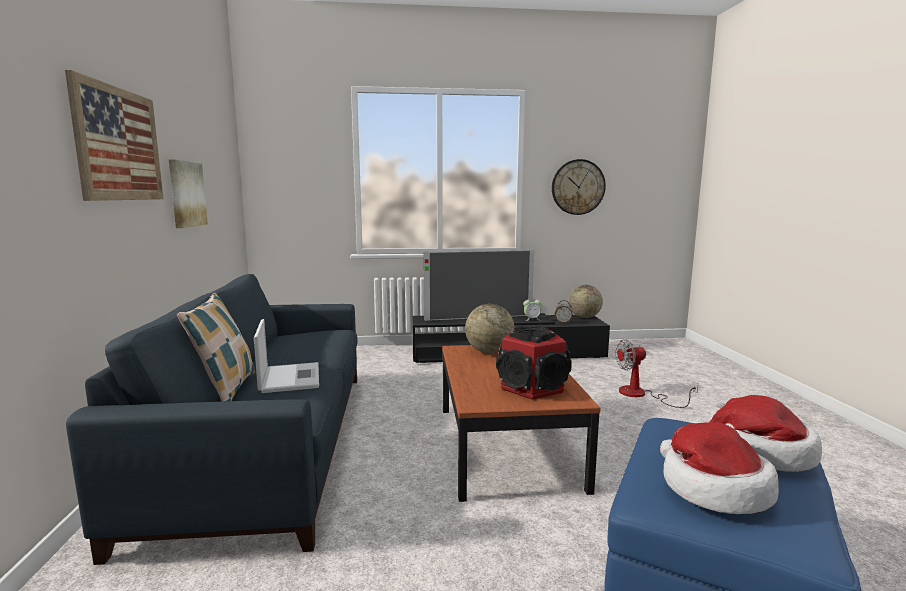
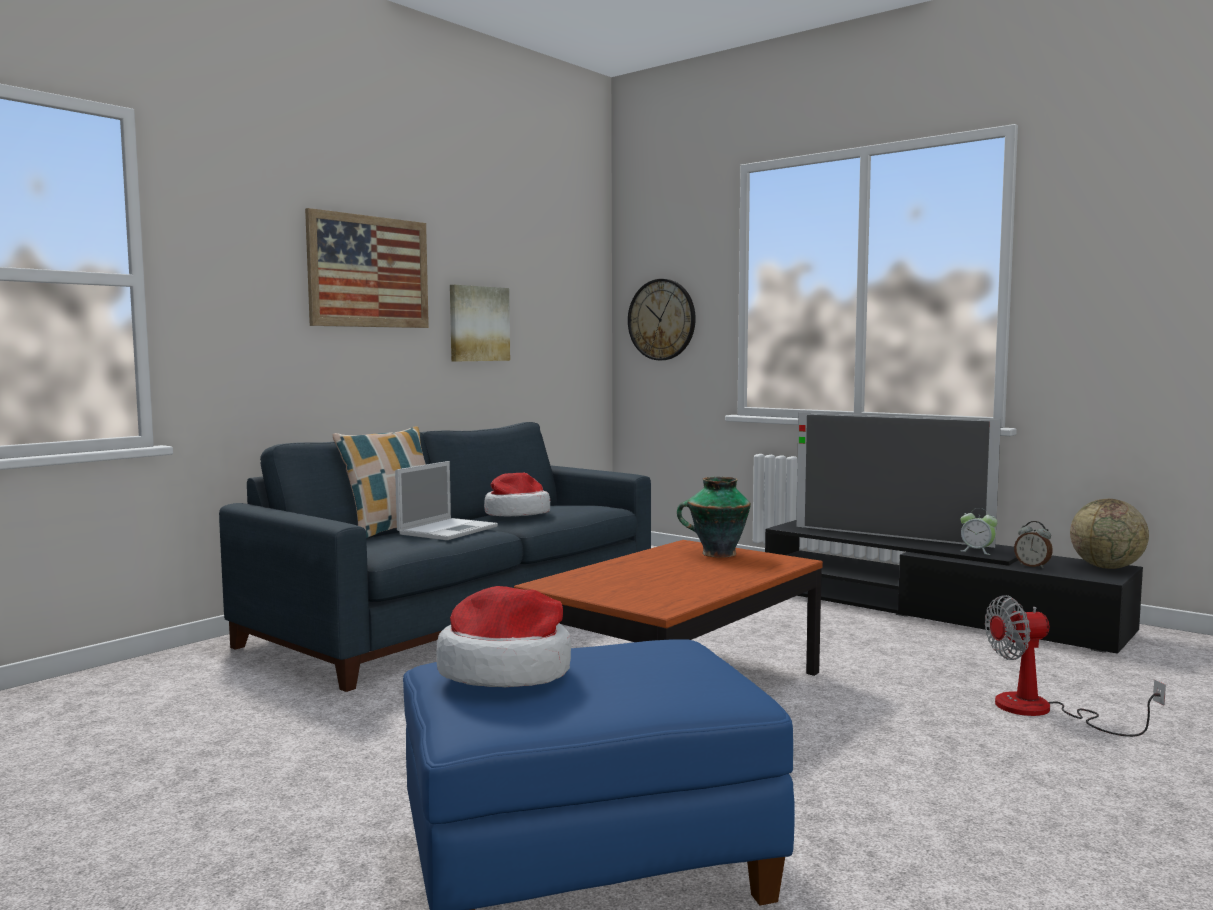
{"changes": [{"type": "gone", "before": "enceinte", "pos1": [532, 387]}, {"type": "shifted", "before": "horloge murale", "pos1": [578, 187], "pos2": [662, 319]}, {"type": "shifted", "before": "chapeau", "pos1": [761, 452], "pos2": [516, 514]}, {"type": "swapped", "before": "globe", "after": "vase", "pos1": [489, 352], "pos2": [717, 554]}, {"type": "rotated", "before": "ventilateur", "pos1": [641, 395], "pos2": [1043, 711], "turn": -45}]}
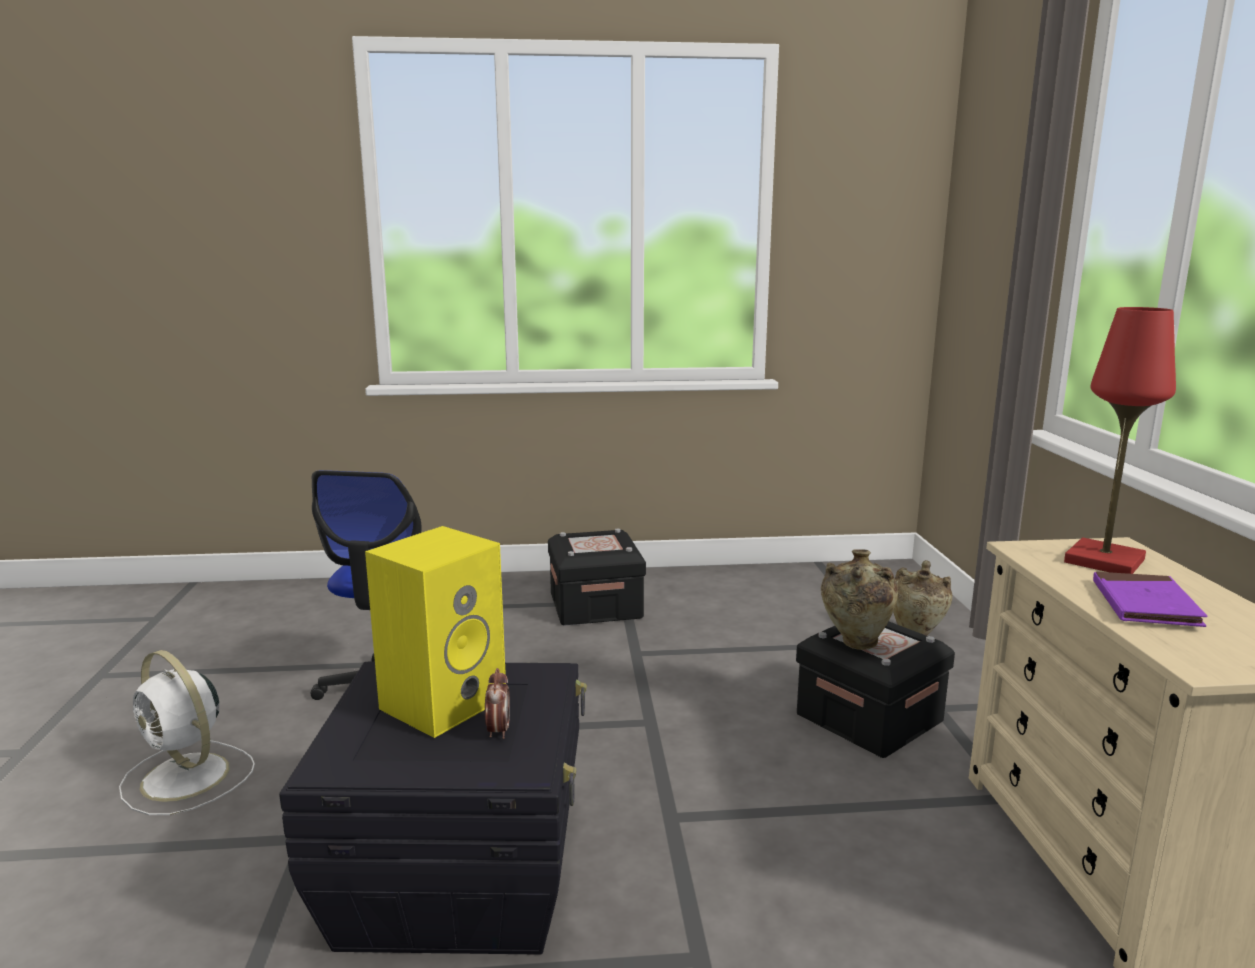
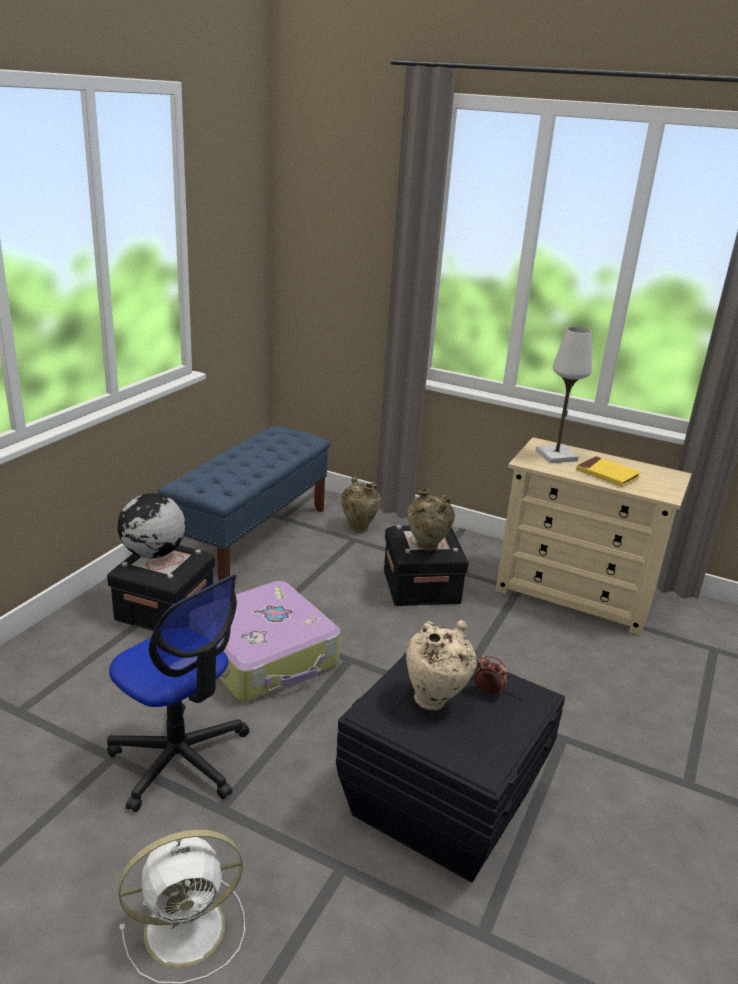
{"changes": [{"type": "new", "after": "globe", "pos2": [153, 553]}, {"type": "new", "after": "banc [bleu]", "pos2": [251, 536]}, {"type": "new", "after": "valise", "pos2": [266, 655]}, {"type": "swapped", "before": "enceinte [jaune]", "after": "vase [beige]", "pos1": [444, 701], "pos2": [435, 701]}, {"type": "repainted", "before": "lampe de table [rouge]", "after": "lampe de table [blanc]", "pos1": [1104, 561], "pos2": [556, 456]}, {"type": "repainted", "before": "livre [violet]", "after": "livre [jaune]", "pos1": [1145, 605], "pos2": [607, 474]}]}
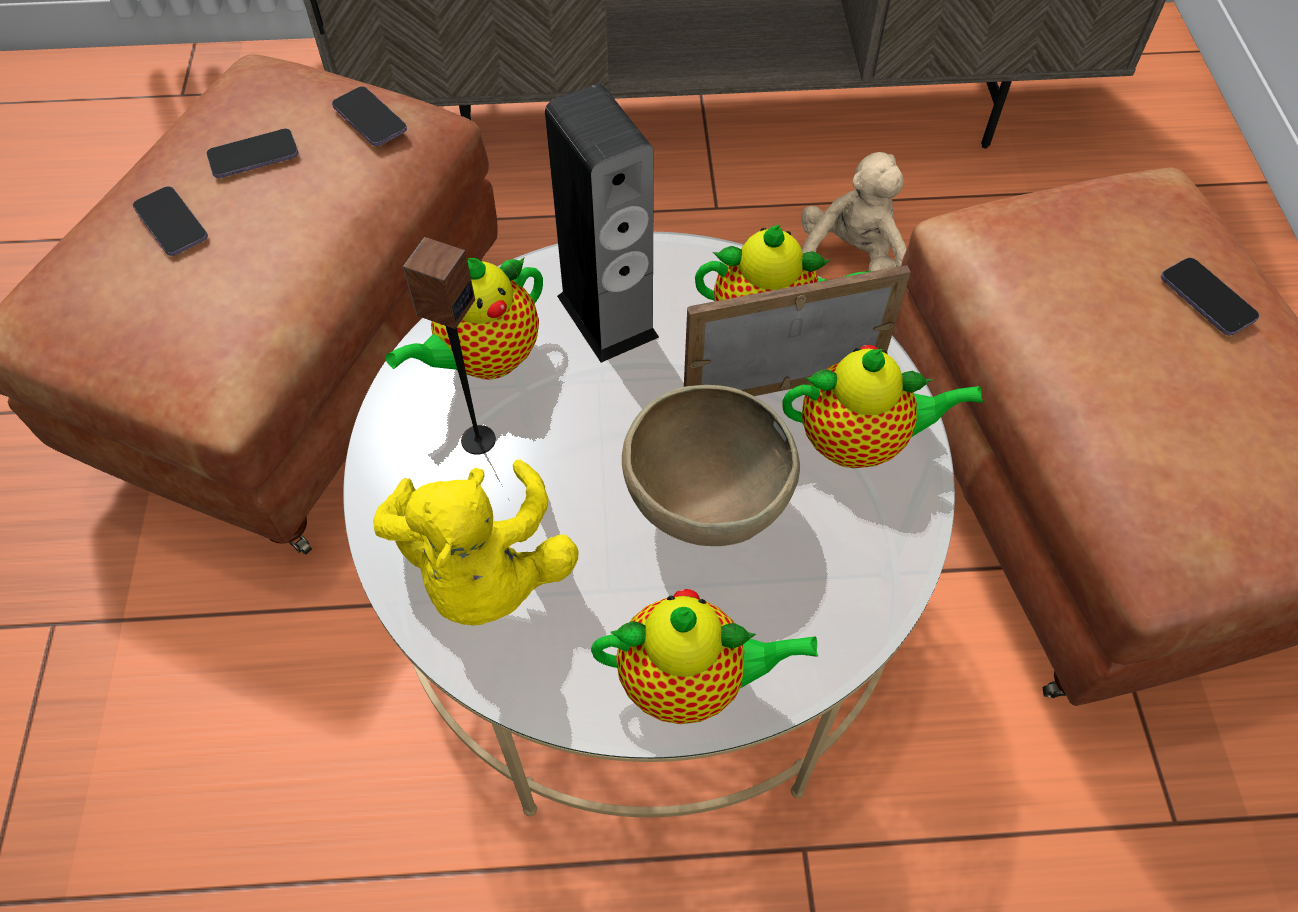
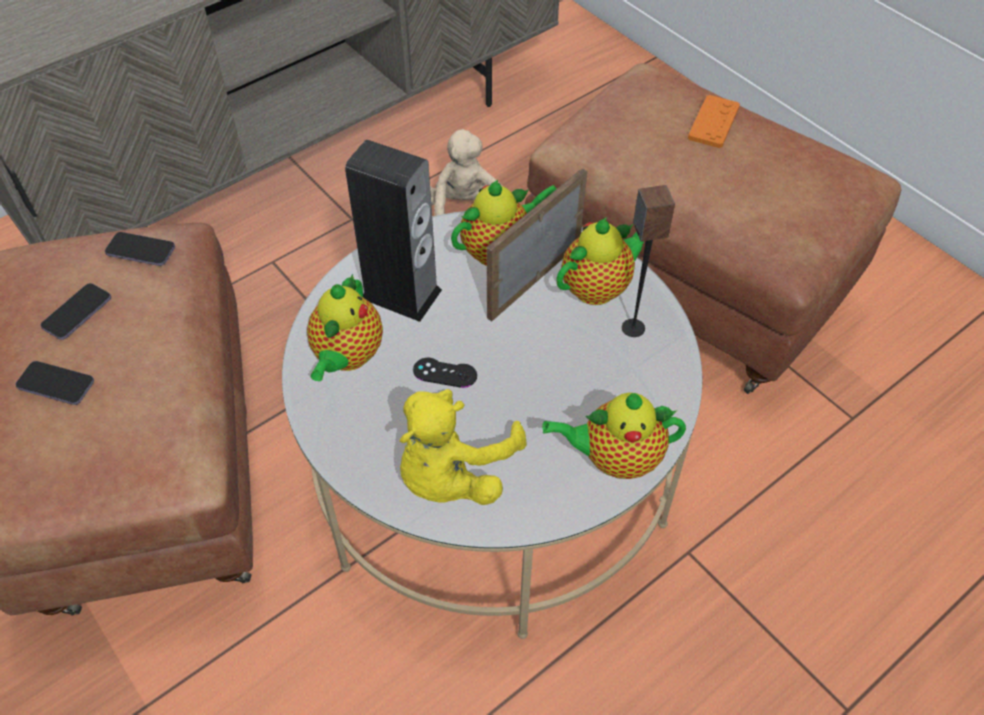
{"changes": [{"type": "gone", "before": "bol [marron]", "pos1": [705, 506]}, {"type": "new", "after": "manette [noir]", "pos2": [445, 373]}, {"type": "shifted", "before": "enceinte", "pos1": [477, 439], "pos2": [632, 328]}, {"type": "swapped", "before": "téléphone", "after": "manette [orange]", "pos1": [1207, 299], "pos2": [713, 122]}, {"type": "rotated", "before": "peluche [jaune]", "pos1": [483, 572], "pos2": [452, 472], "turn": 75}, {"type": "rotated", "before": "théière", "pos1": [690, 681], "pos2": [615, 458], "turn": -150}]}
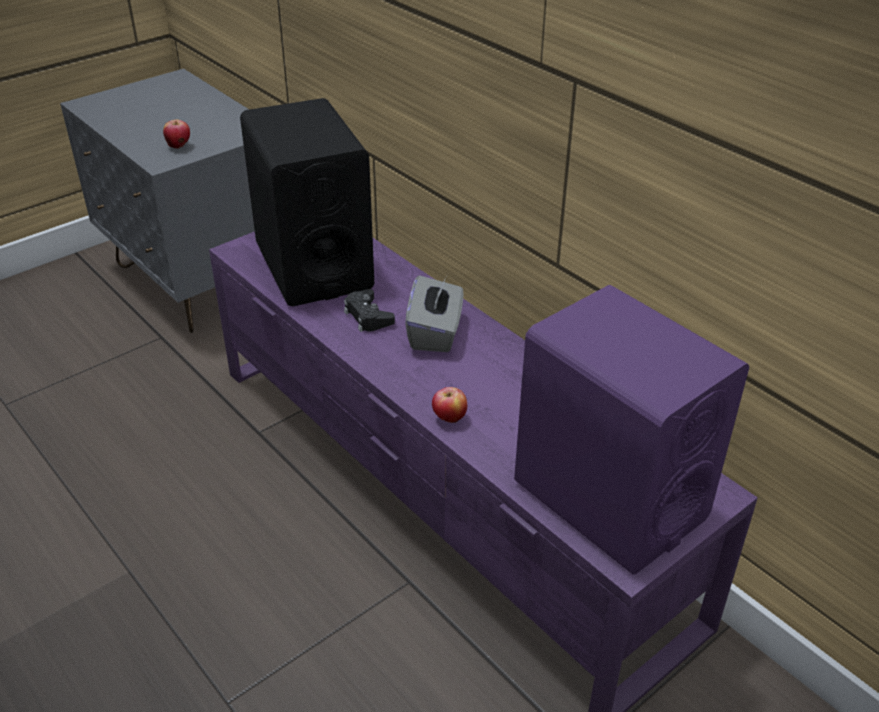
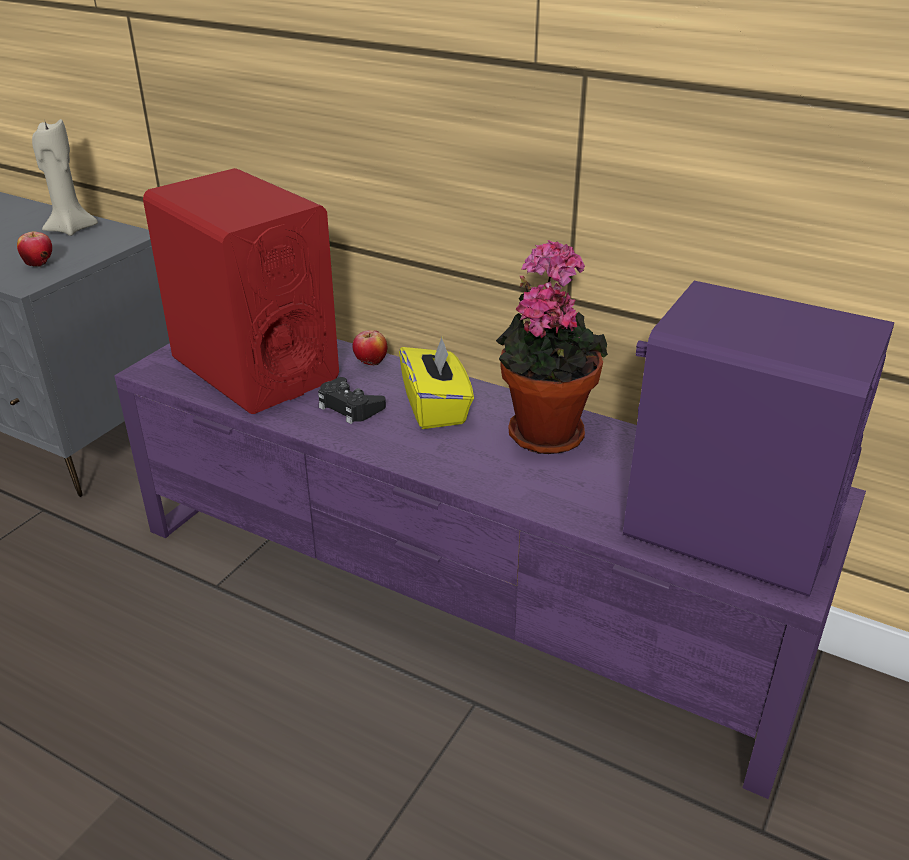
{"changes": [{"type": "new", "after": "bougie [beige]", "pos2": [71, 229]}, {"type": "new", "after": "plante en pot", "pos2": [543, 430]}, {"type": "shifted", "before": "pomme", "pos1": [449, 419], "pos2": [371, 363]}, {"type": "repainted", "before": "enceinte [noir]", "after": "enceinte [rouge]", "pos1": [313, 266], "pos2": [254, 369]}, {"type": "repainted", "before": "boîte à mouchoirs [gris]", "after": "boîte à mouchoirs [jaune]", "pos1": [435, 333], "pos2": [436, 408]}]}
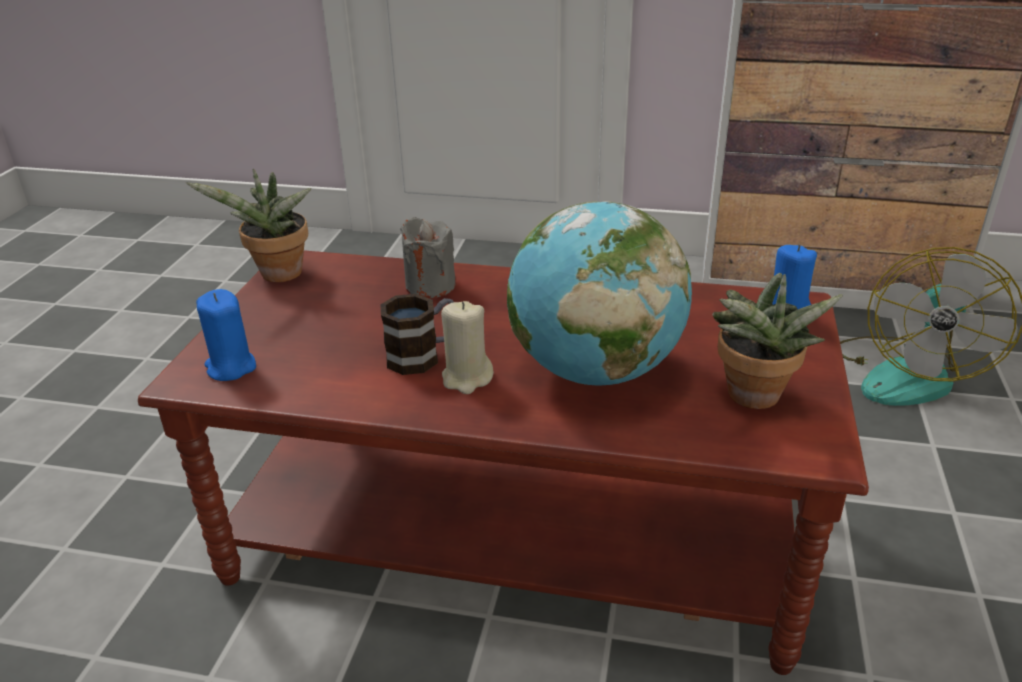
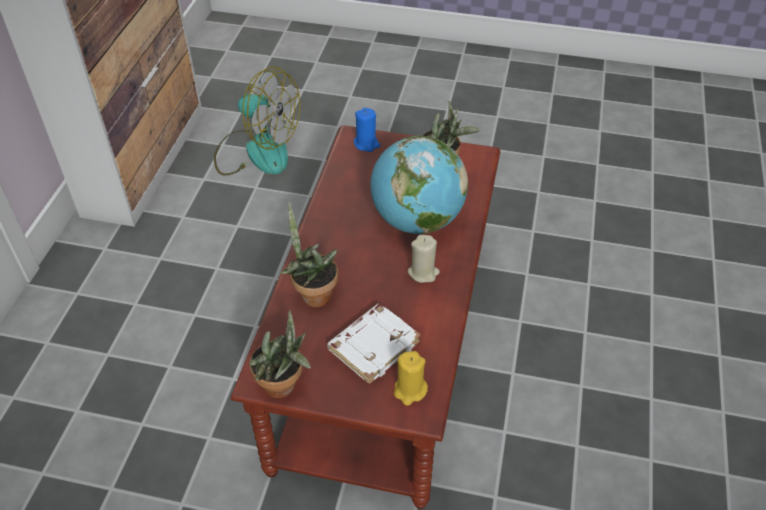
{"changes": [{"type": "gone", "before": "mug", "pos1": [423, 356]}, {"type": "new", "after": "livre [blanc]", "pos2": [373, 345]}, {"type": "swapped", "before": "bougie [gris]", "after": "plante en pot", "pos1": [430, 286], "pos2": [312, 294]}, {"type": "repainted", "before": "bougie [bleu]", "after": "bougie [jaune]", "pos1": [231, 367], "pos2": [410, 390]}]}
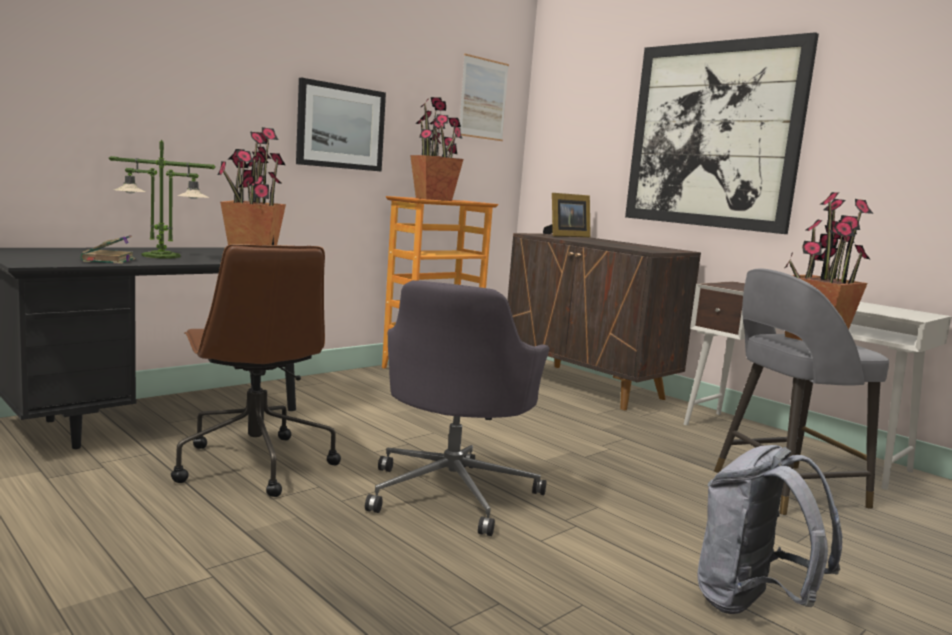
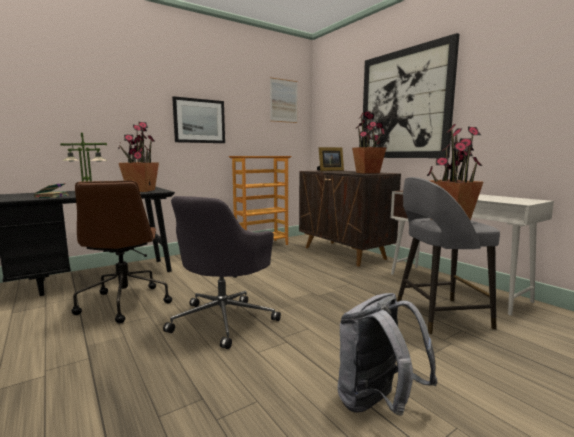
{"changes": [{"type": "shifted", "before": "plante en pot", "pos1": [434, 199], "pos2": [368, 173]}]}
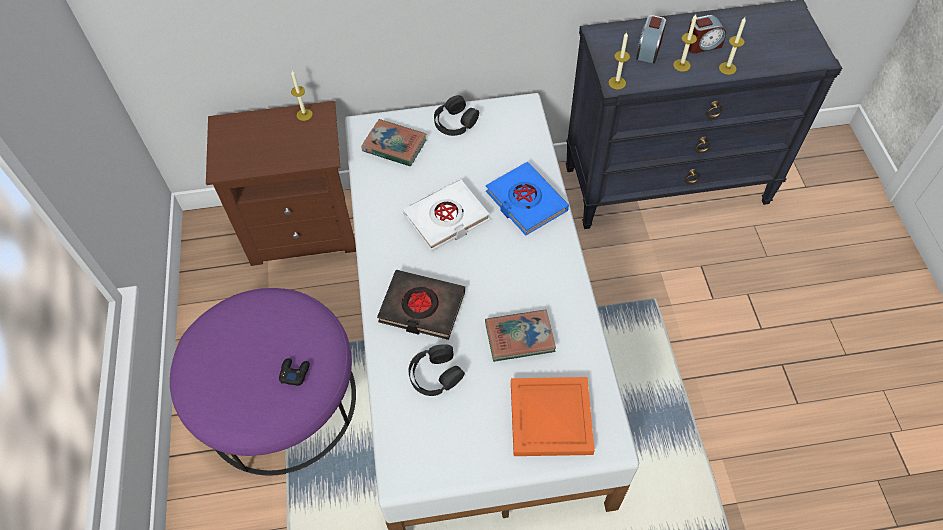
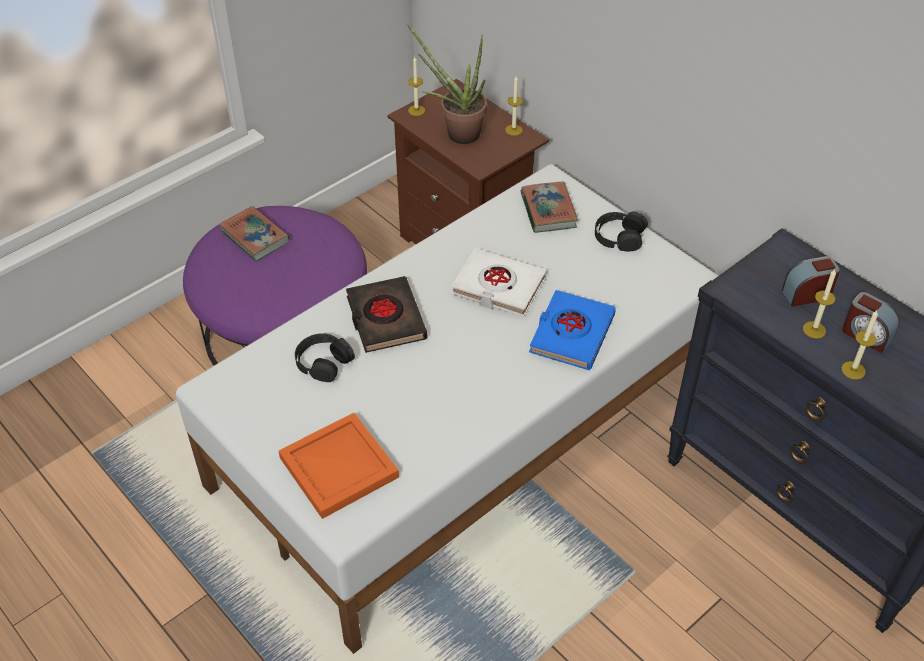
{"changes": [{"type": "gone", "before": "manette [noir]", "pos1": [294, 372]}, {"type": "new", "after": "plante en pot", "pos2": [456, 133]}, {"type": "shifted", "before": "livre", "pos1": [519, 337], "pos2": [255, 237]}, {"type": "shifted", "before": "bougie", "pos1": [617, 83], "pos2": [416, 110]}]}
